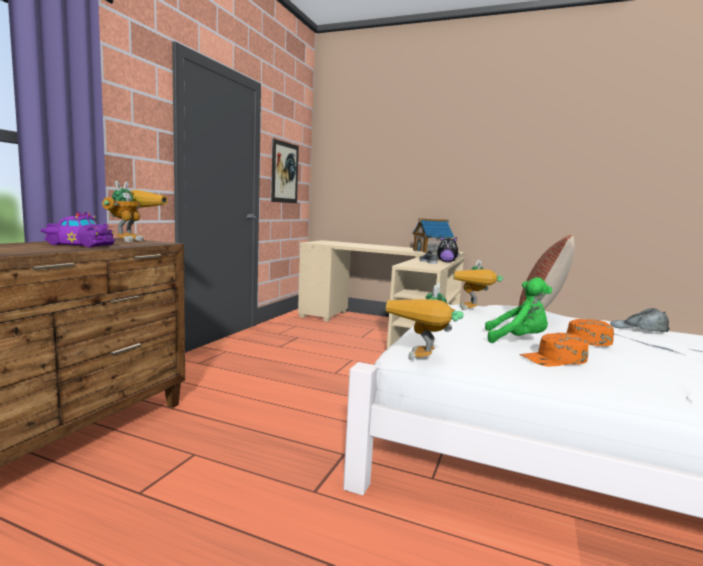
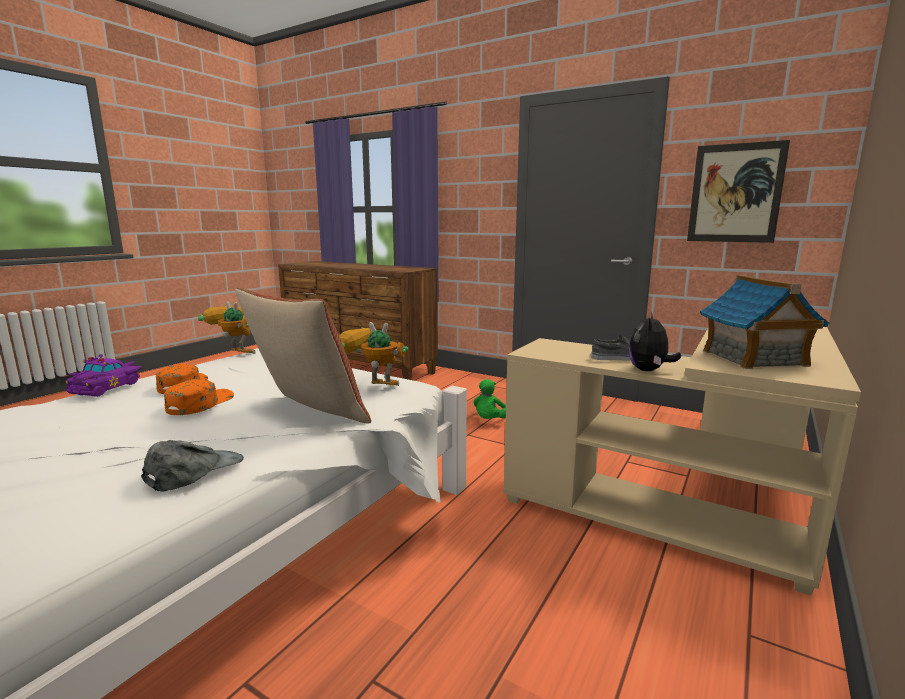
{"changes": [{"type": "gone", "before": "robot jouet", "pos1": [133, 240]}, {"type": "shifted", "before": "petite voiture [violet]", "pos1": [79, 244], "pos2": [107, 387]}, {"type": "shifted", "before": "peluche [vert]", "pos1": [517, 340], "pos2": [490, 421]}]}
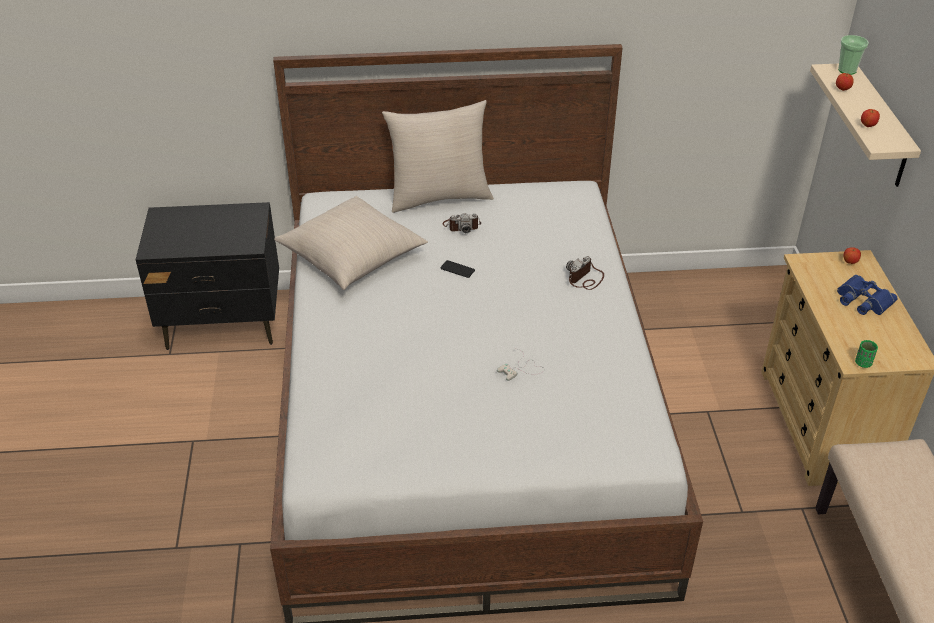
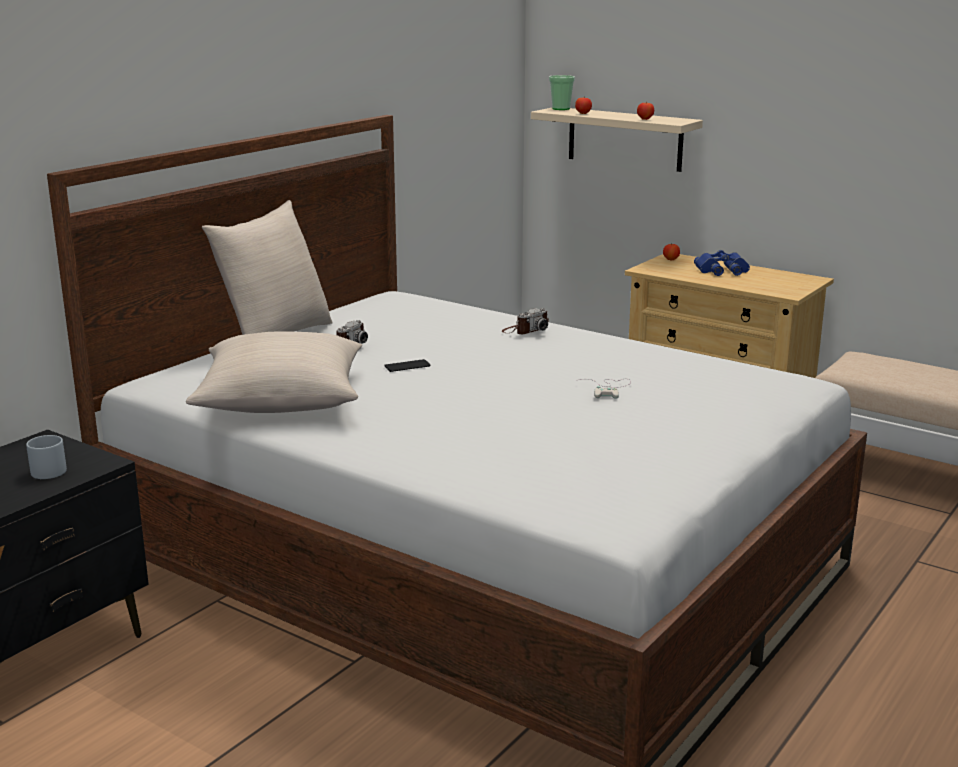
{"changes": [{"type": "gone", "before": "tasse [vert]", "pos1": [863, 363]}, {"type": "new", "after": "mug [gris]", "pos2": [50, 469]}, {"type": "rotated", "before": "appareil photo", "pos1": [585, 279], "pos2": [525, 330], "turn": -120}]}
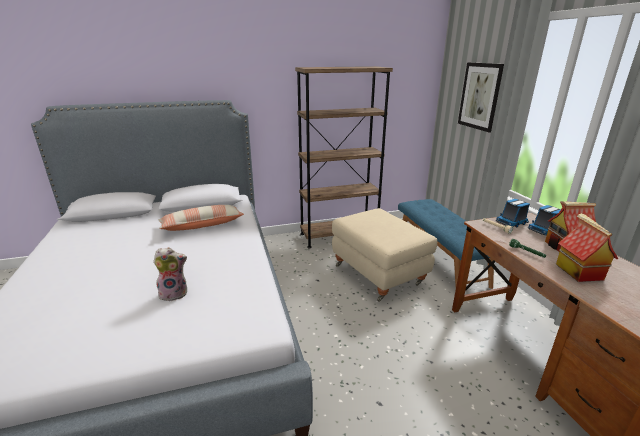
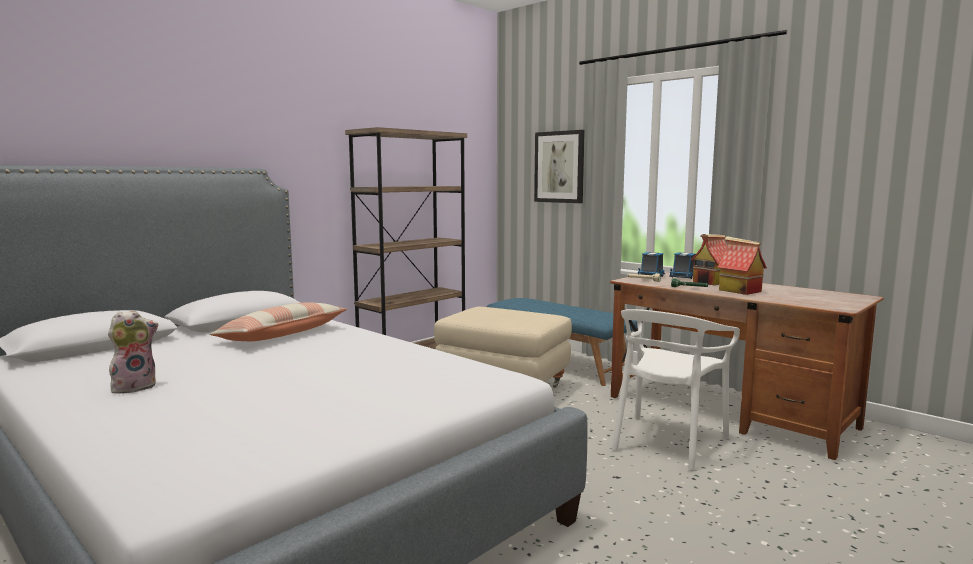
{"changes": [{"type": "new", "after": "chaise [blanc]", "pos2": [667, 442]}, {"type": "shifted", "before": "peluche", "pos1": [174, 293], "pos2": [135, 387]}]}
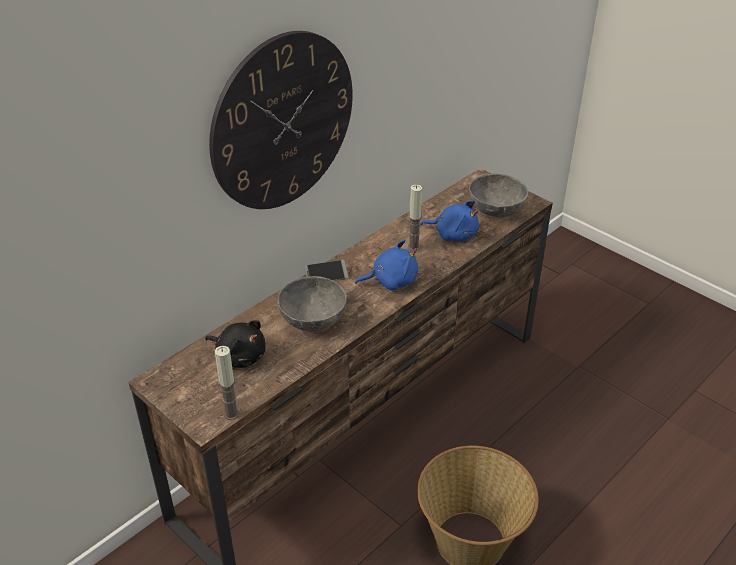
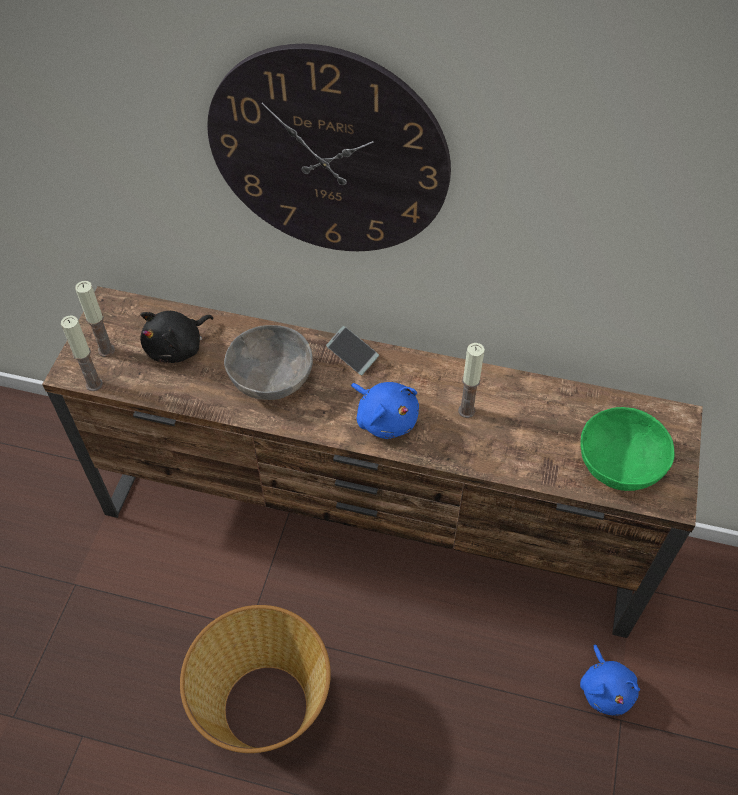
{"changes": [{"type": "new", "after": "bougie", "pos2": [106, 350]}, {"type": "shifted", "before": "peluche [bleu]", "pos1": [453, 234], "pos2": [606, 689]}, {"type": "repainted", "before": "bol [gris]", "after": "bol [vert]", "pos1": [496, 209], "pos2": [618, 464]}, {"type": "rotated", "before": "peluche [noir]", "pos1": [239, 356], "pos2": [177, 347], "turn": 45}]}
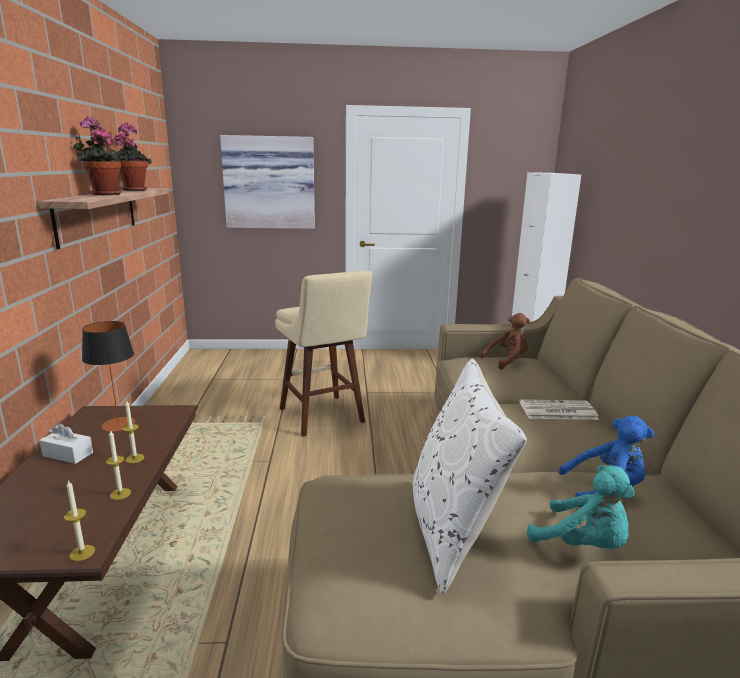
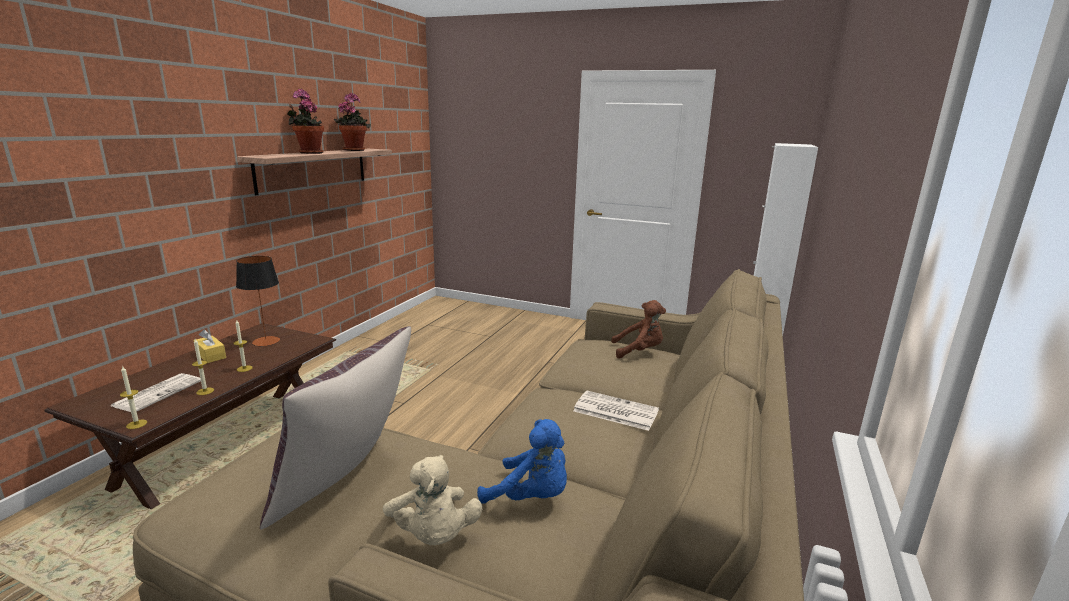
{"changes": [{"type": "gone", "before": "tableau", "pos1": [269, 183]}, {"type": "gone", "before": "tabouret [beige]", "pos1": [323, 417]}, {"type": "new", "after": "journal", "pos2": [158, 393]}, {"type": "repainted", "before": "boîte à mouchoirs [blanc]", "after": "boîte à mouchoirs [jaune]", "pos1": [68, 454], "pos2": [211, 355]}, {"type": "repainted", "before": "coussin [blanc]", "after": "coussin [marron]", "pos1": [453, 528], "pos2": [347, 483]}, {"type": "repainted", "before": "peluche [turquoise]", "after": "peluche [beige]", "pos1": [583, 544], "pos2": [433, 536]}]}
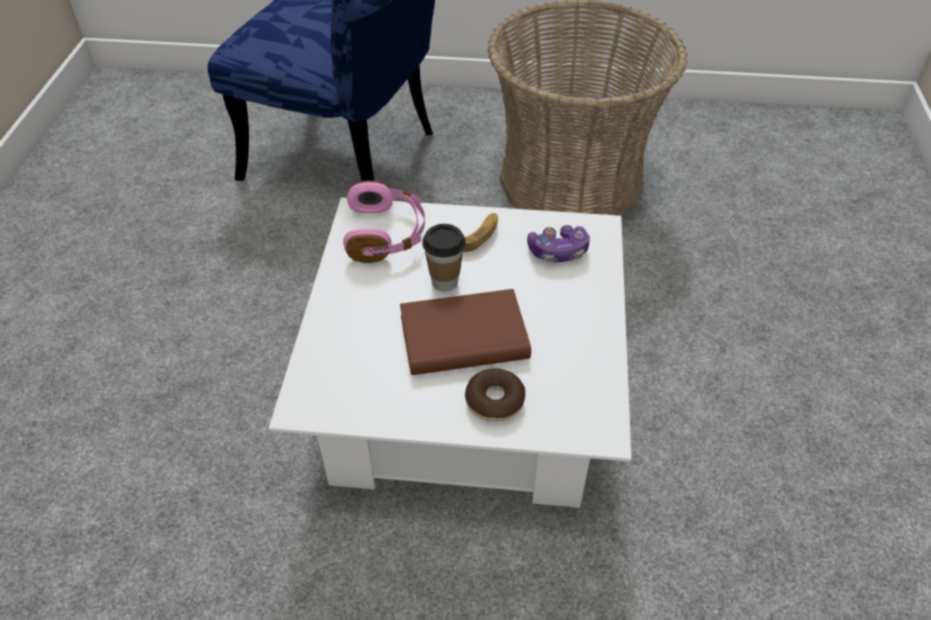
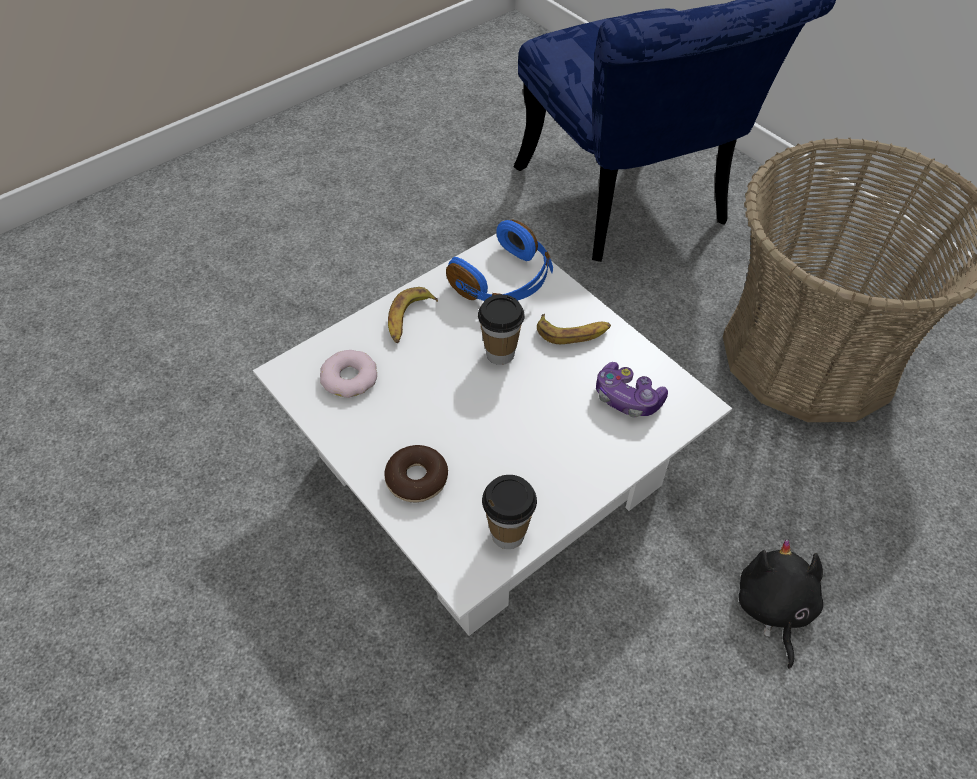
{"changes": [{"type": "gone", "before": "livre [marron]", "pos1": [464, 338]}, {"type": "new", "after": "beignet", "pos2": [350, 378]}, {"type": "new", "after": "banane", "pos2": [409, 319]}, {"type": "new", "after": "tasse", "pos2": [508, 534]}, {"type": "new", "after": "peluche [noir]", "pos2": [773, 607]}, {"type": "repainted", "before": "casque audio [rose]", "after": "casque audio [bleu]", "pos1": [386, 234], "pos2": [504, 281]}]}
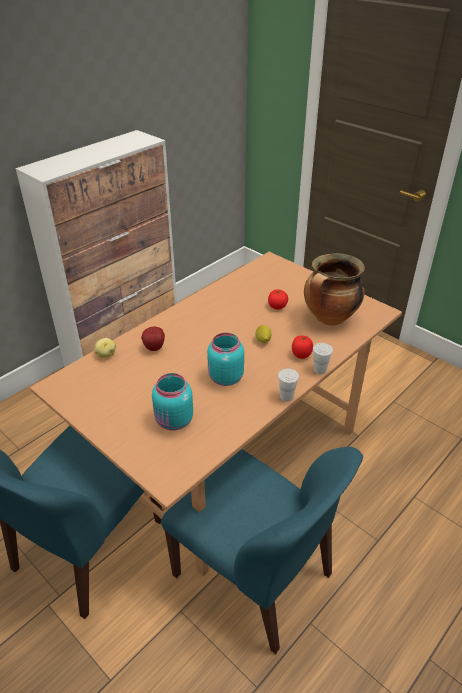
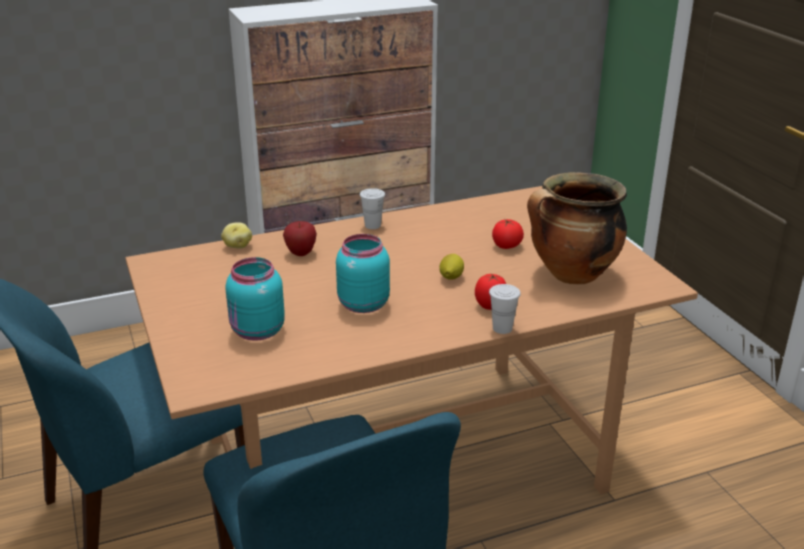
{"changes": [{"type": "shifted", "before": "tasse [blanc]", "pos1": [286, 397], "pos2": [372, 225]}]}
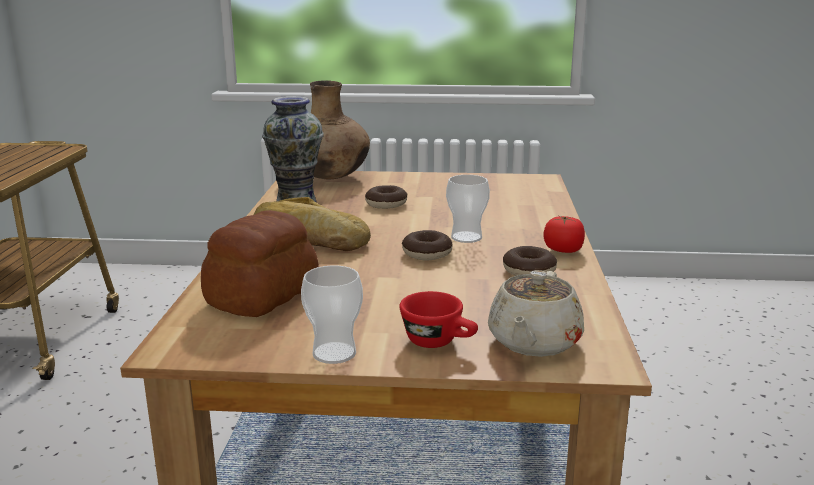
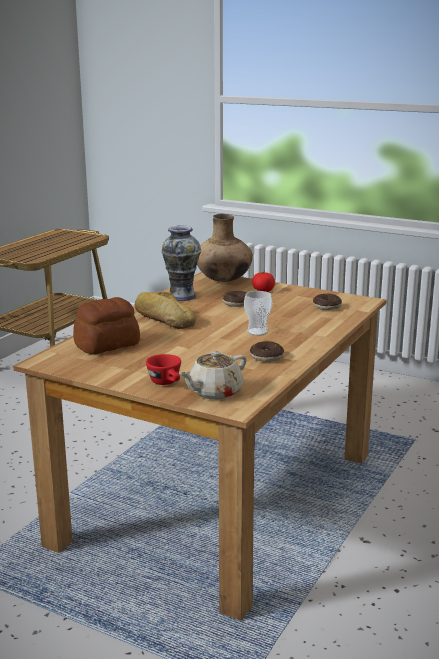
{"changes": [{"type": "gone", "before": "tasse", "pos1": [334, 353]}, {"type": "shifted", "before": "beignet", "pos1": [427, 253], "pos2": [327, 306]}, {"type": "shifted", "before": "tomate", "pos1": [563, 250], "pos2": [263, 291]}]}
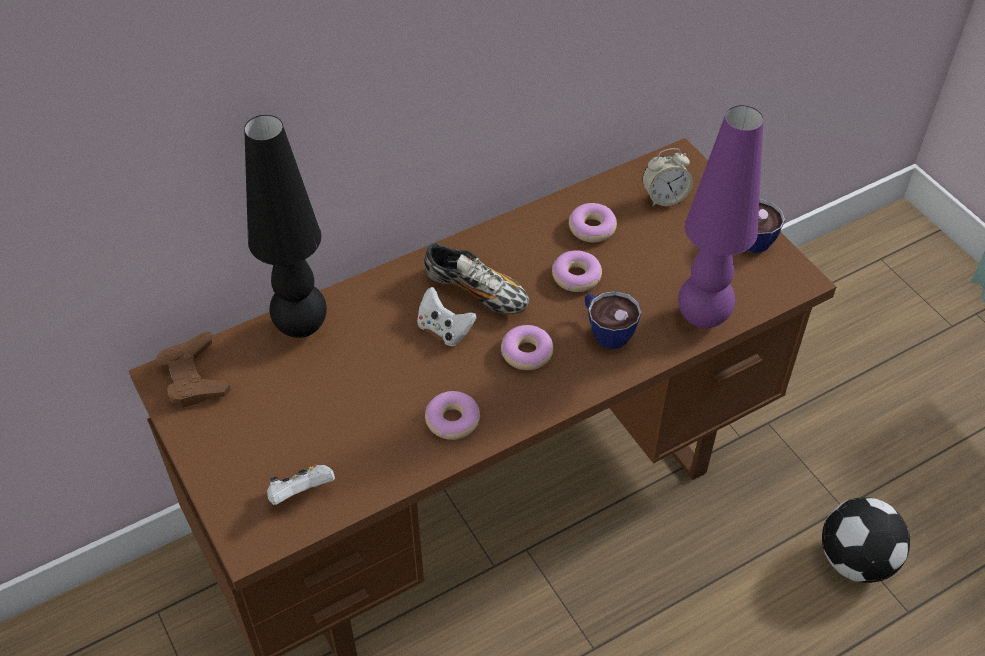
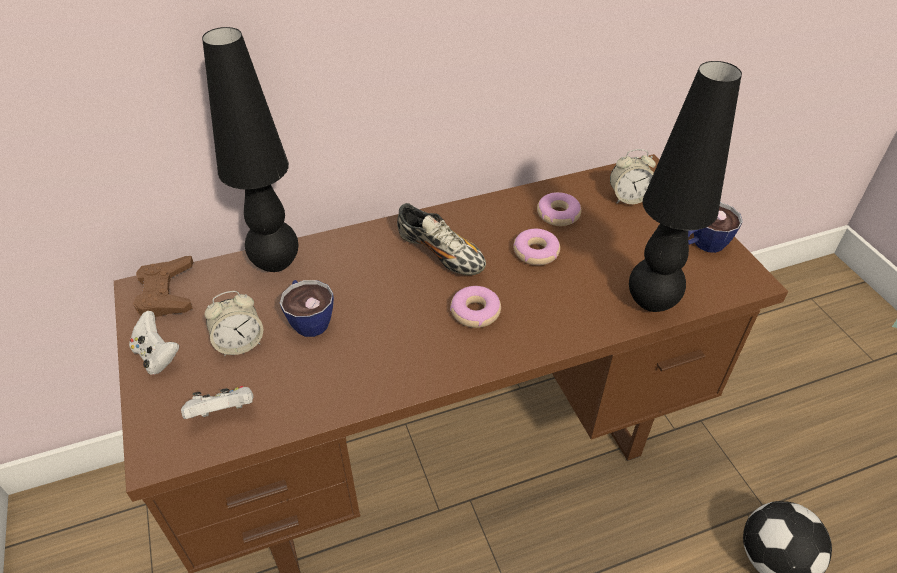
{"changes": [{"type": "gone", "before": "beignet", "pos1": [453, 420]}, {"type": "new", "after": "réveil", "pos2": [240, 343]}, {"type": "shifted", "before": "manette [blanc]", "pos1": [444, 329], "pos2": [157, 356]}, {"type": "shifted", "before": "tasse", "pos1": [606, 331], "pos2": [309, 319]}, {"type": "repainted", "before": "lampe de table [violet]", "after": "lampe de table [noir]", "pos1": [702, 317], "pos2": [650, 302]}]}
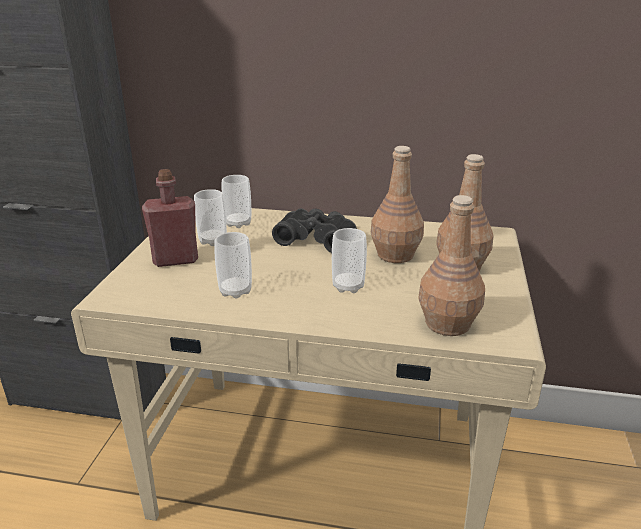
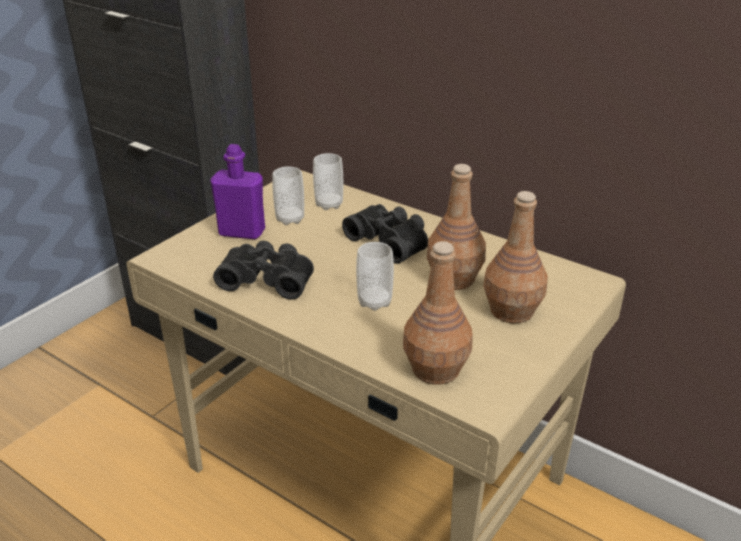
{"changes": [{"type": "swapped", "before": "tasse", "after": "jumelles [noir]", "pos1": [235, 291], "pos2": [268, 279]}, {"type": "repainted", "before": "bouteille [rouge]", "after": "bouteille [violet]", "pos1": [175, 260], "pos2": [242, 232]}]}
